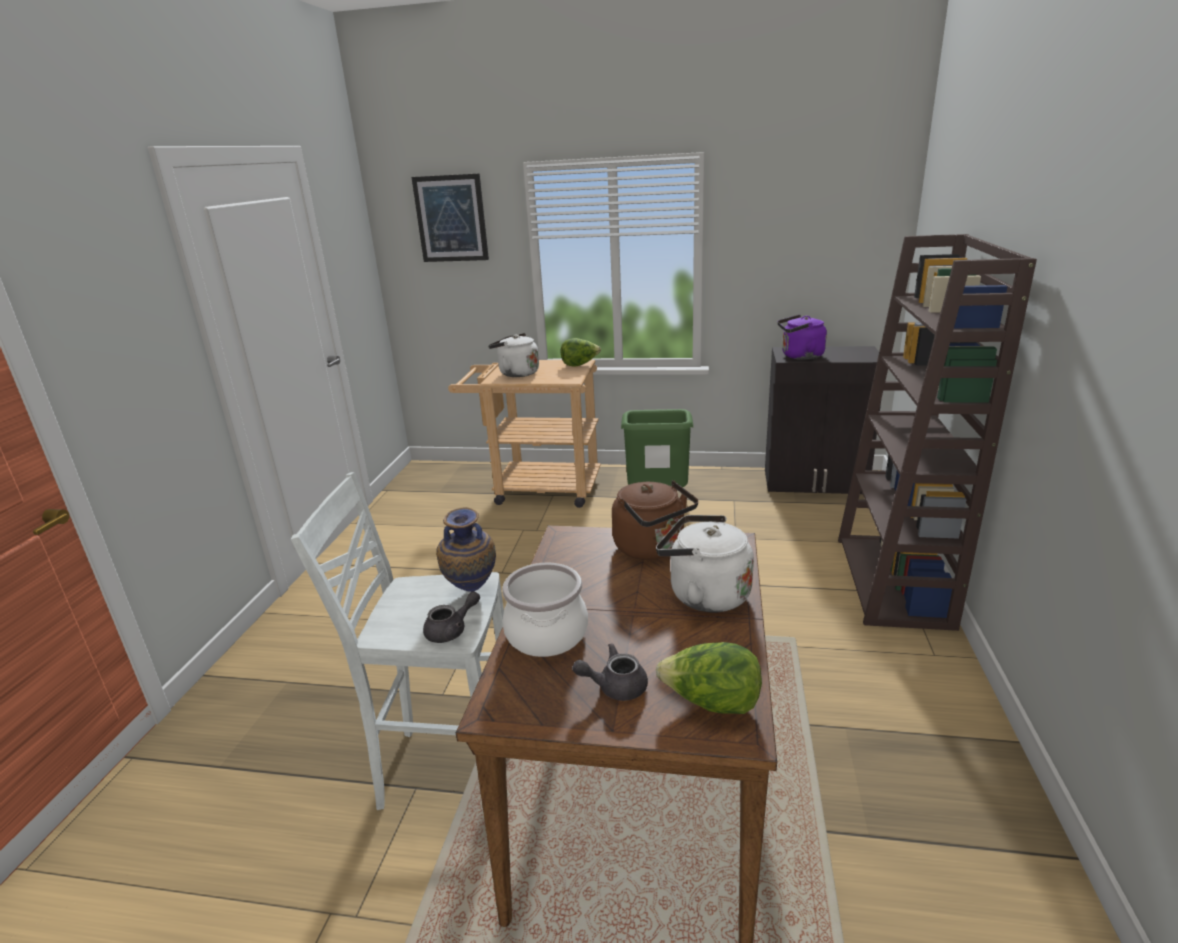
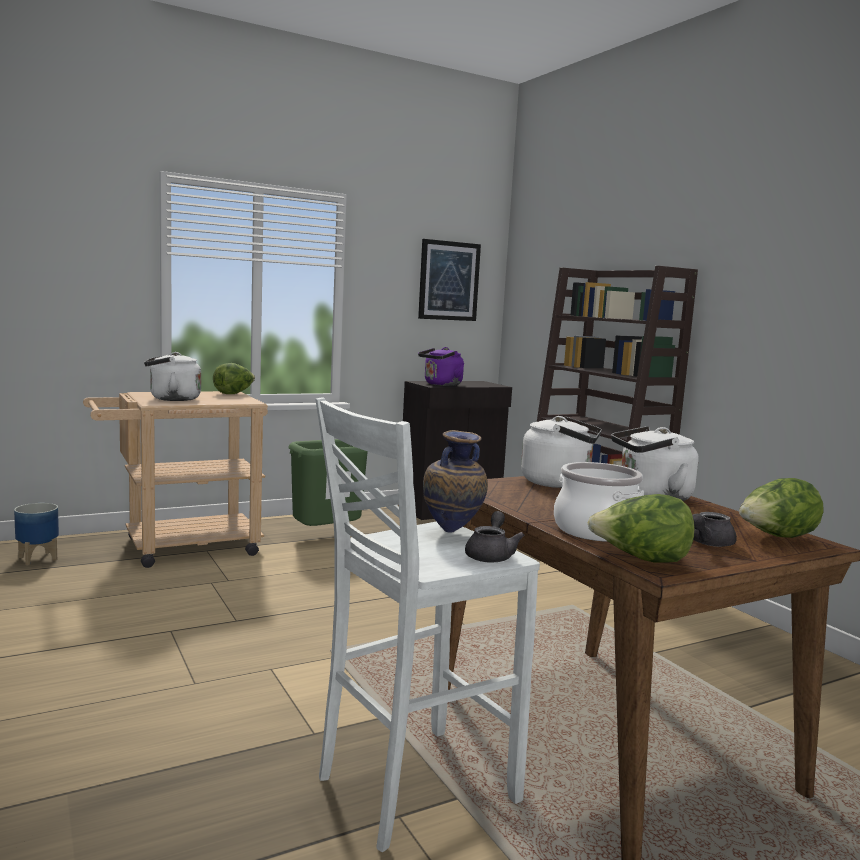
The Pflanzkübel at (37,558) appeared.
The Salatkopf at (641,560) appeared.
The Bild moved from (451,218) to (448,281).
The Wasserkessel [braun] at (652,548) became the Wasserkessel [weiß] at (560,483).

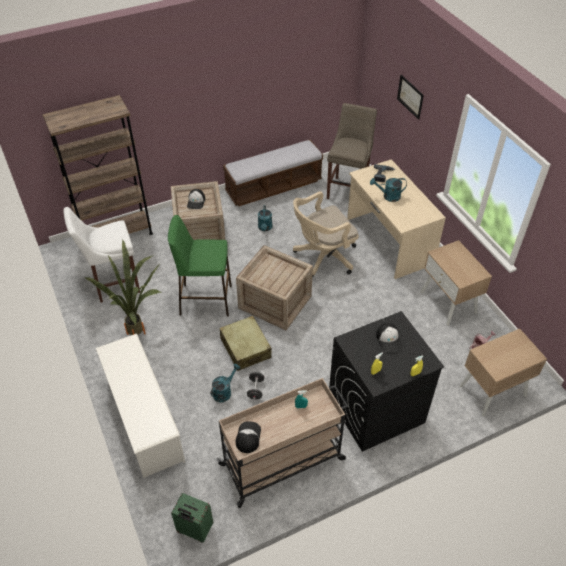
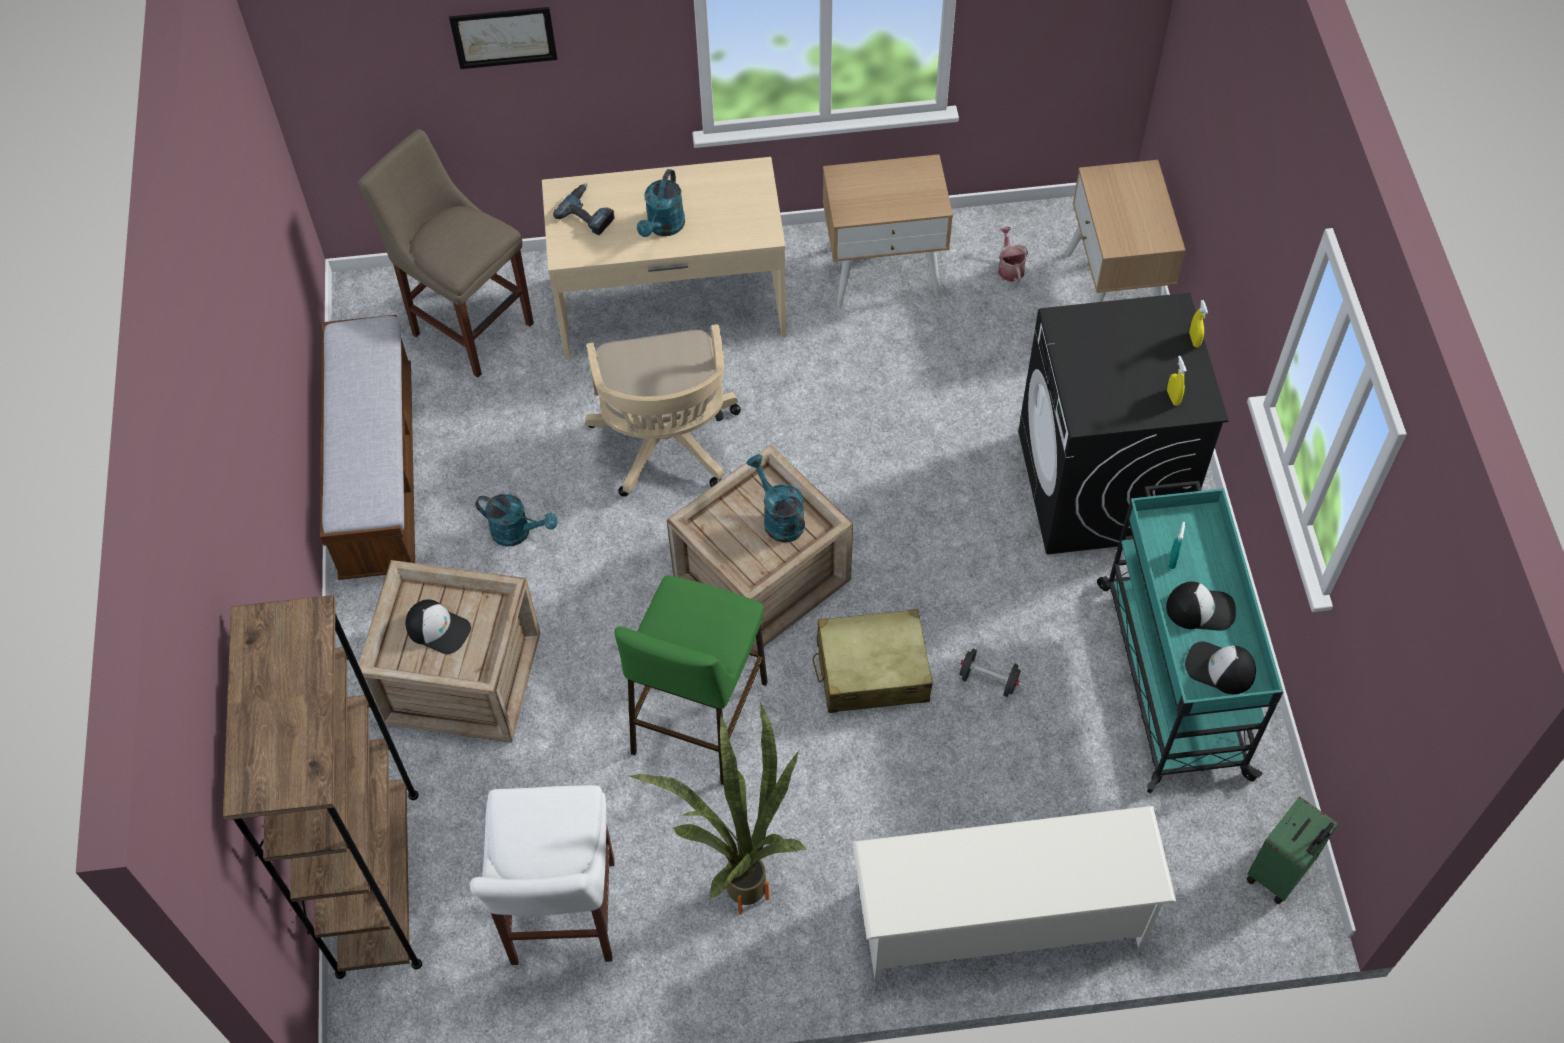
The Gießkanne [türkis] moved from (224,391) to (779,518).
The Kappe moved from (389,340) to (1200,609).
The Rollwagen [beige] at (283,461) became the Rollwagen [türkis] at (1172,676).

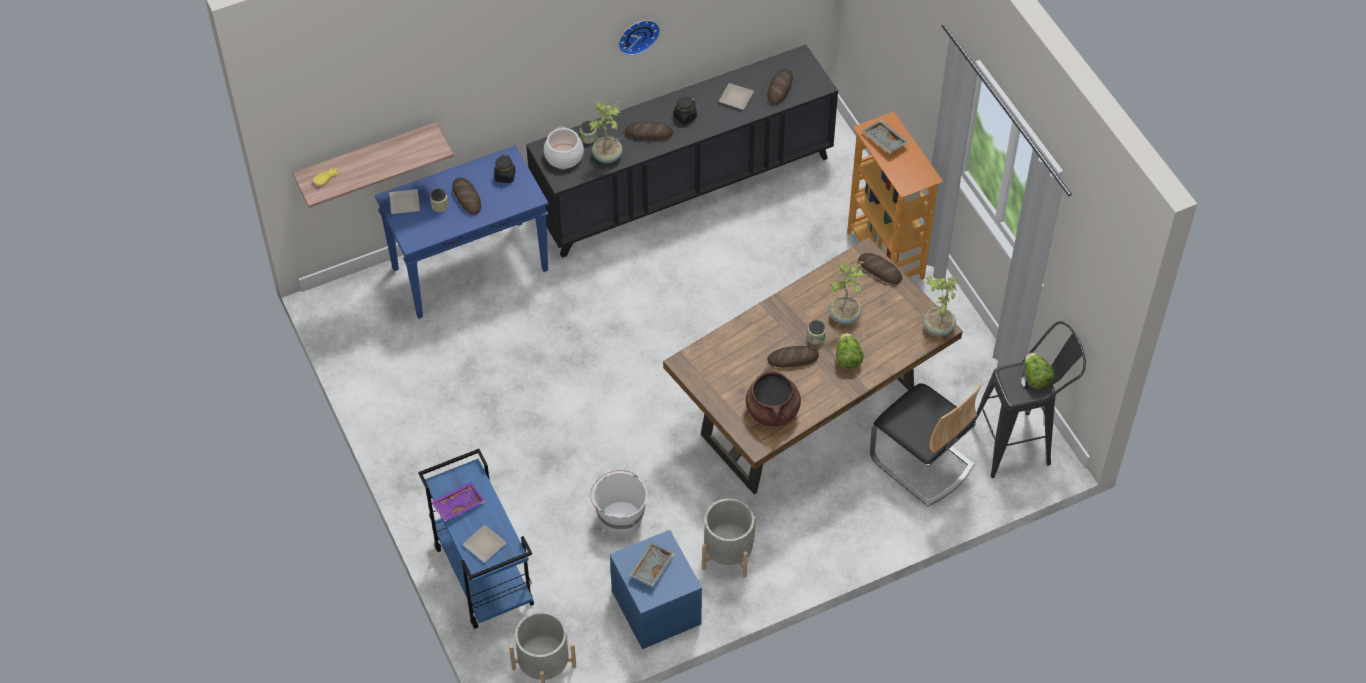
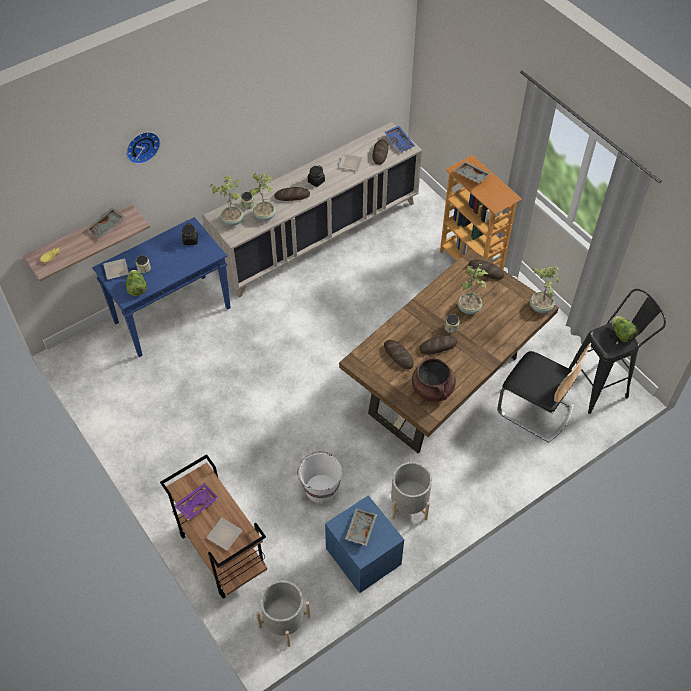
The Tablett [grau] at (107,227) appeared.
The Tablett [blau] at (400,142) appeared.
The Brot moved from (467,198) to (398,355).
The Wanduhr moved from (637,34) to (141,146).
The Salatkopf moved from (847,358) to (137,288).
The Kochtopf at (564,156) was replaced by the Topfpflanze at (232,220).
The Rollwagen [blau] at (482,575) became the Rollwagen [braun] at (221,552).
The Schrank [schwarz] at (683,187) became the Schrank [beige] at (317,236).

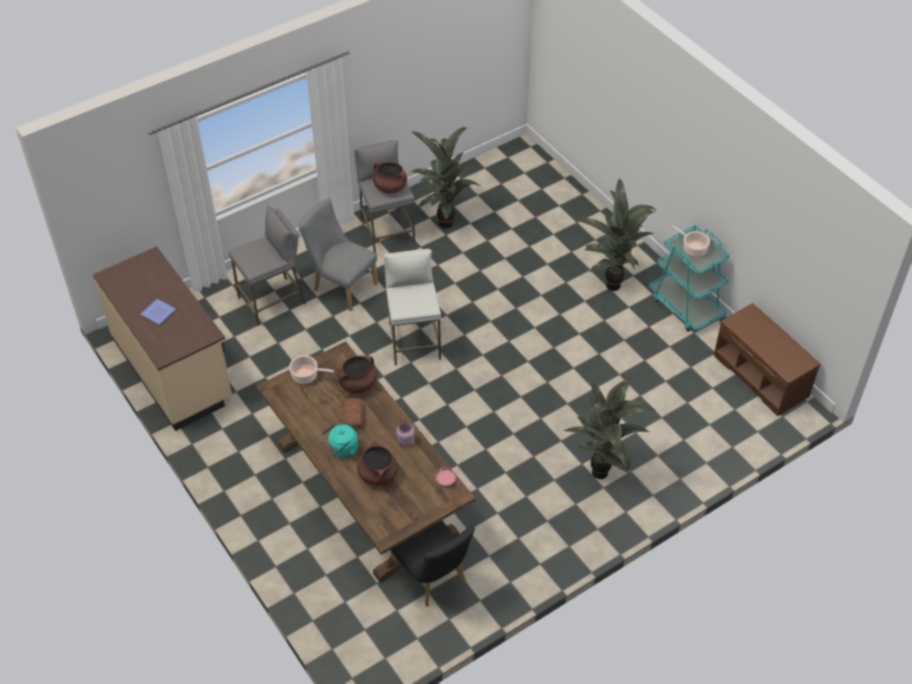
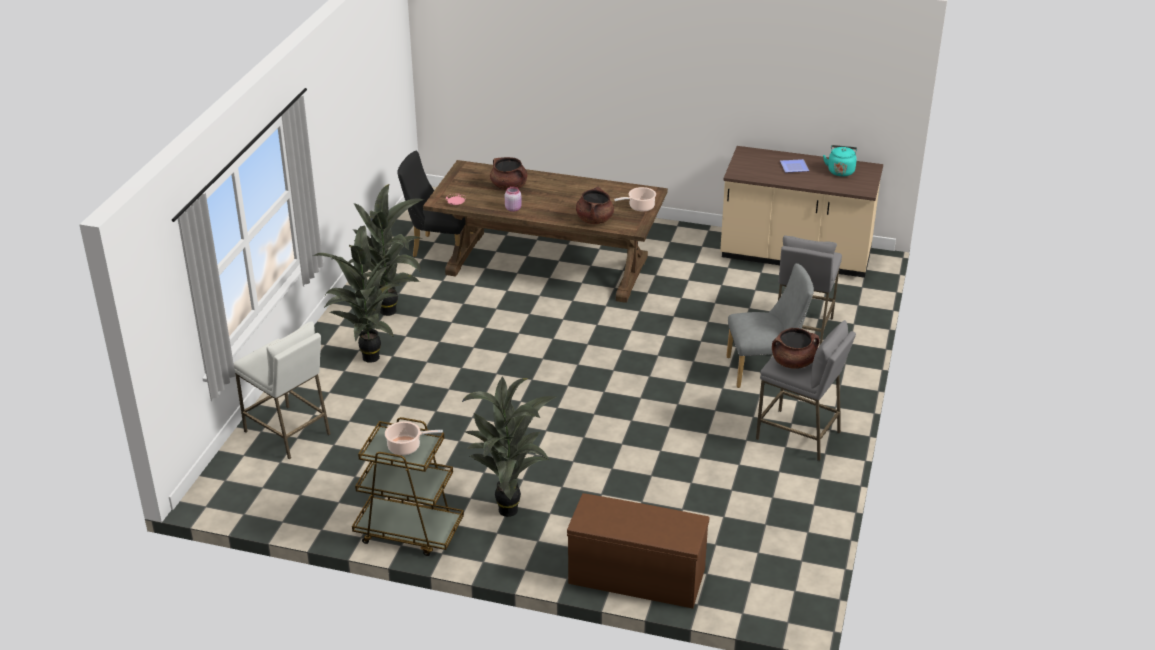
The Brot at (352,417) disappeared.
The Wasserkessel [türkis] moved from (342,450) to (840,171).
The Hocker [weiß] moved from (414,341) to (288,433).
The Topfpflanze moved from (442,222) to (392,310).
The Bank [braun] moved from (762,376) to (635,576).
The Rollwagen [türkis] at (685,306) became the Rollwagen [braun] at (408,531).

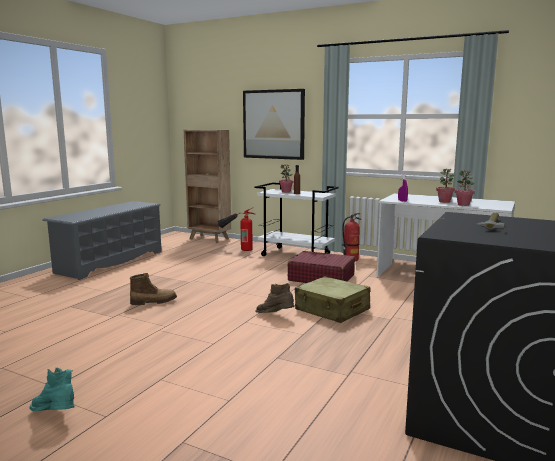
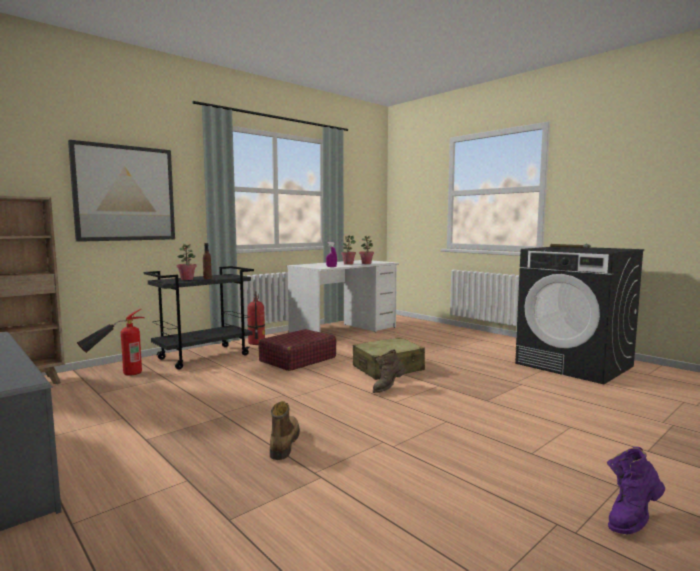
The Stiefel [türkis] at (56,416) became the Stiefel [lila] at (632,519).
The Rollwagen [weiß] at (296,255) became the Rollwagen [schwarz] at (204,356).

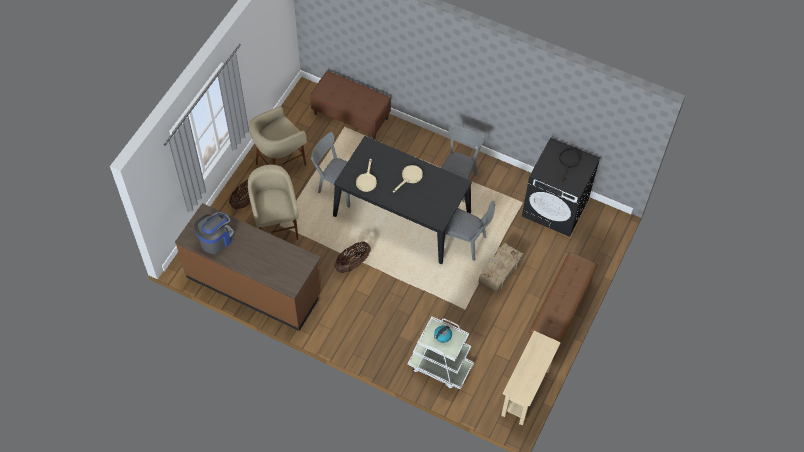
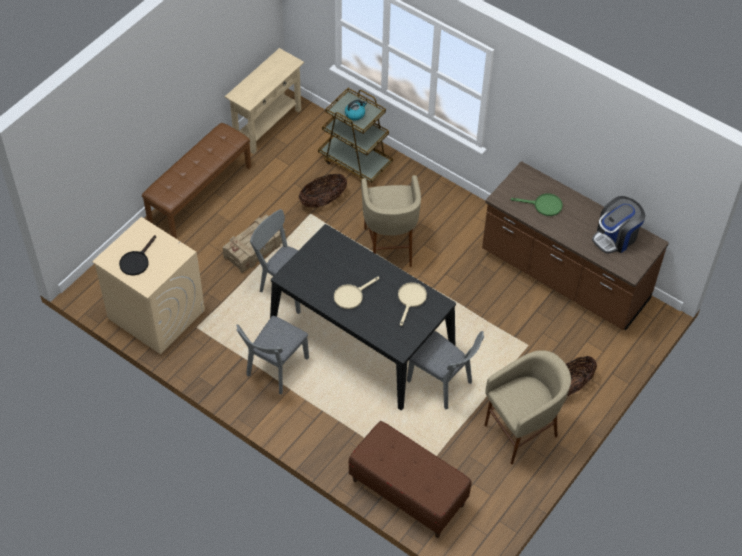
The Pfanne [grün] at (543,205) appeared.
The Hocker [beige] moved from (276,226) to (389,247).
The Korb moved from (352,264) to (323,200).
The Rollwagen [weiß] at (440,366) became the Rollwagen [braun] at (355,161).
The Waschmaschine [schwarz] at (555,208) became the Waschmaschine [beige] at (155,314).

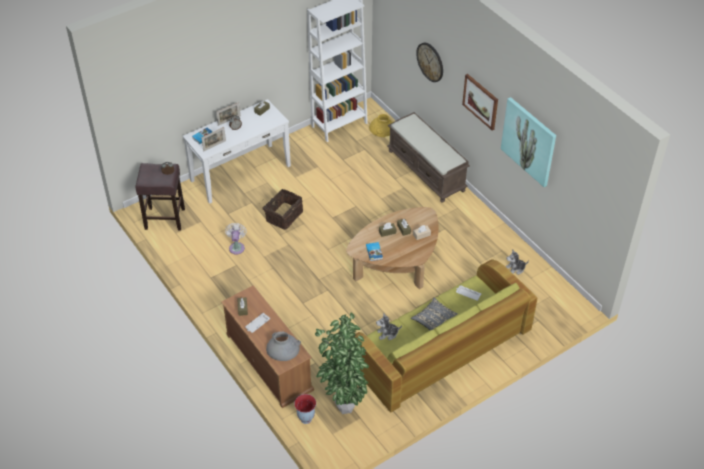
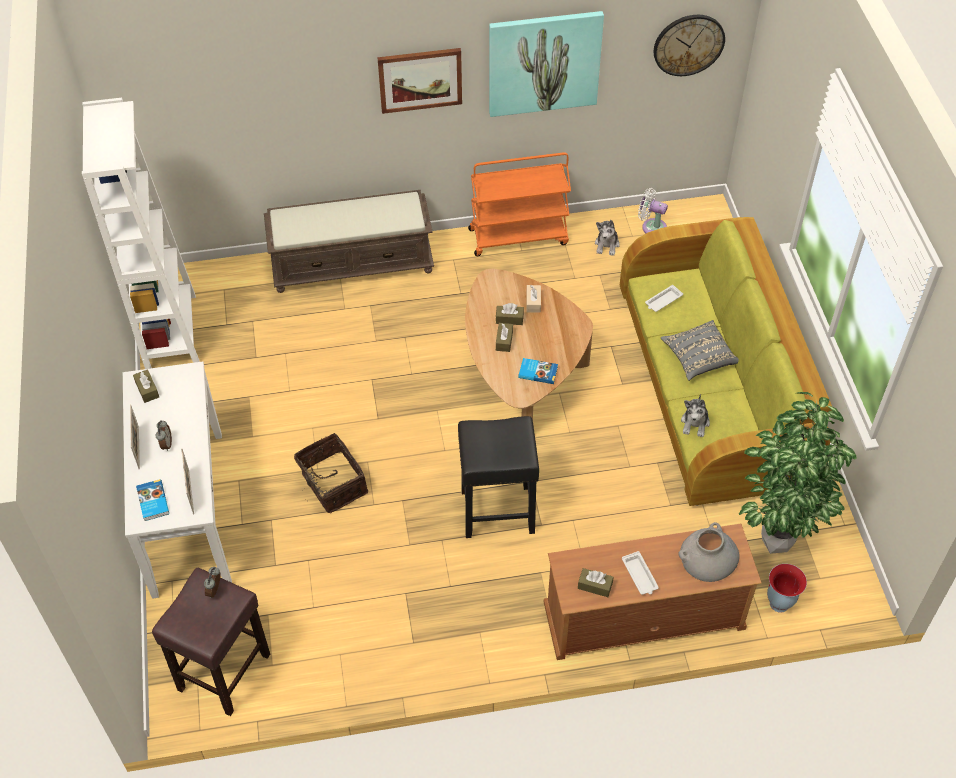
The Vase [gelb] at (382,128) disappeared.
The Hocker [schwarz] at (496,512) appeared.
The Rollwagen [orange] at (519,236) appeared.
The Ventilator [weiß] moved from (237,247) to (651,227).
The Wanduhr moved from (430,62) to (688,44).

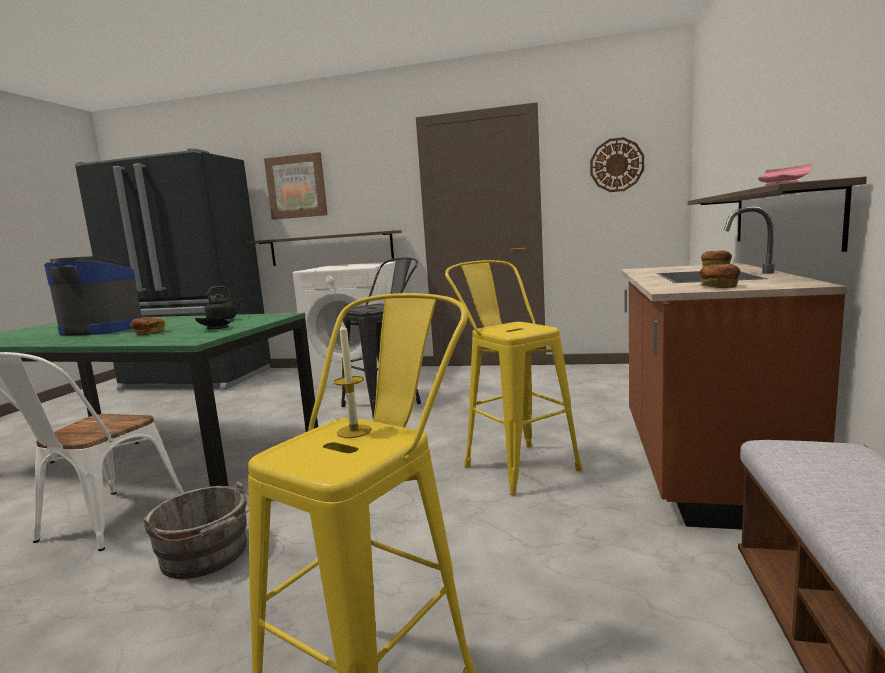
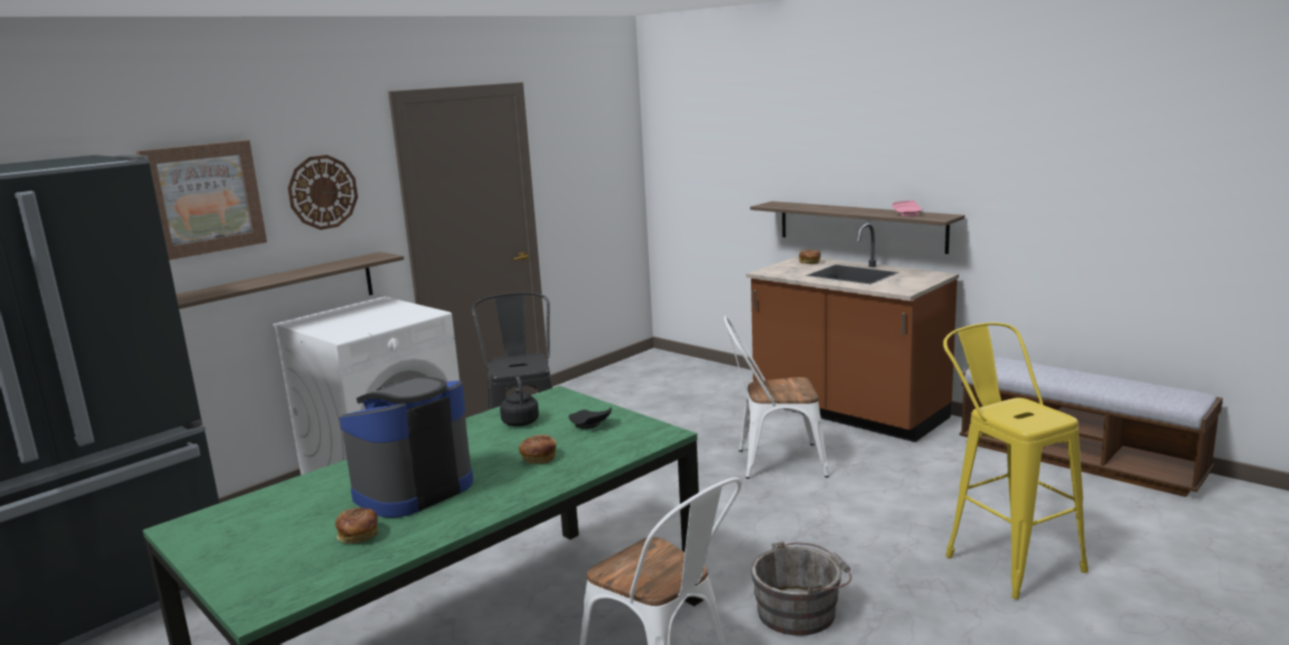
The Kerze at (354,431) disappeared.
The Wanduhr moved from (616,165) to (322,192).
The Brot moved from (718,286) to (358,536).
The Hocker [gelb] at (514,464) was replaced by the Stuhl [weiß] at (773,462).

